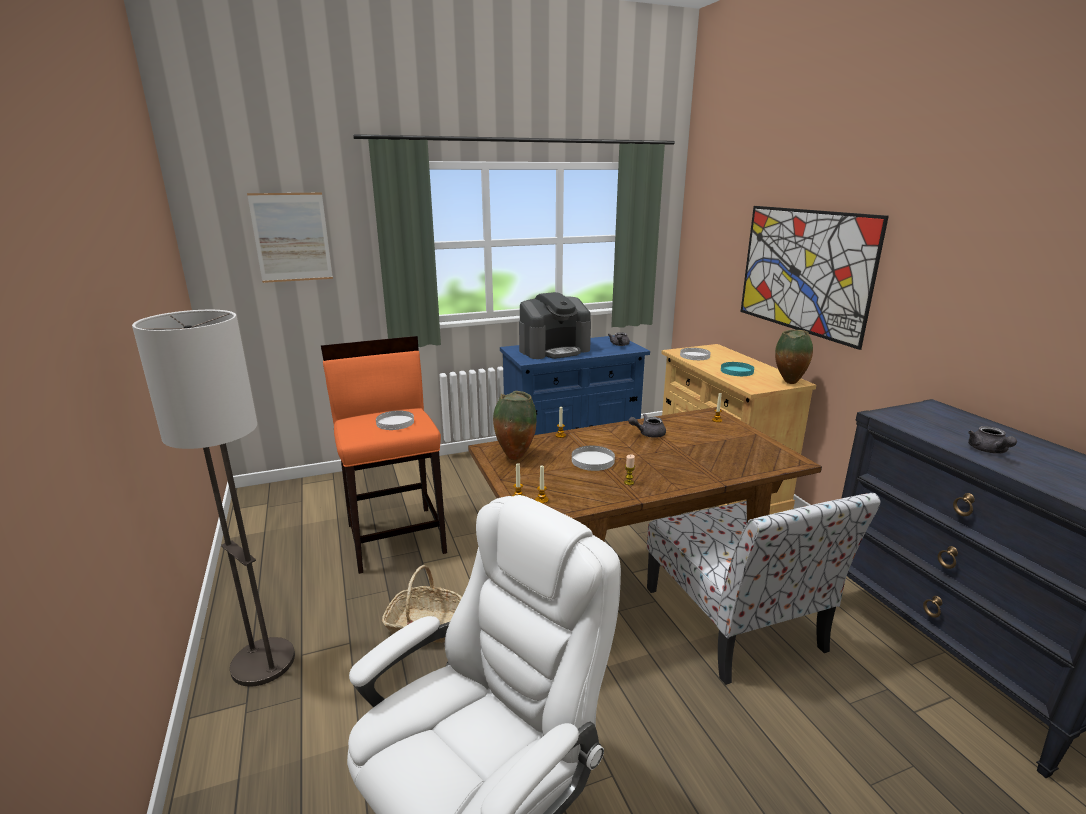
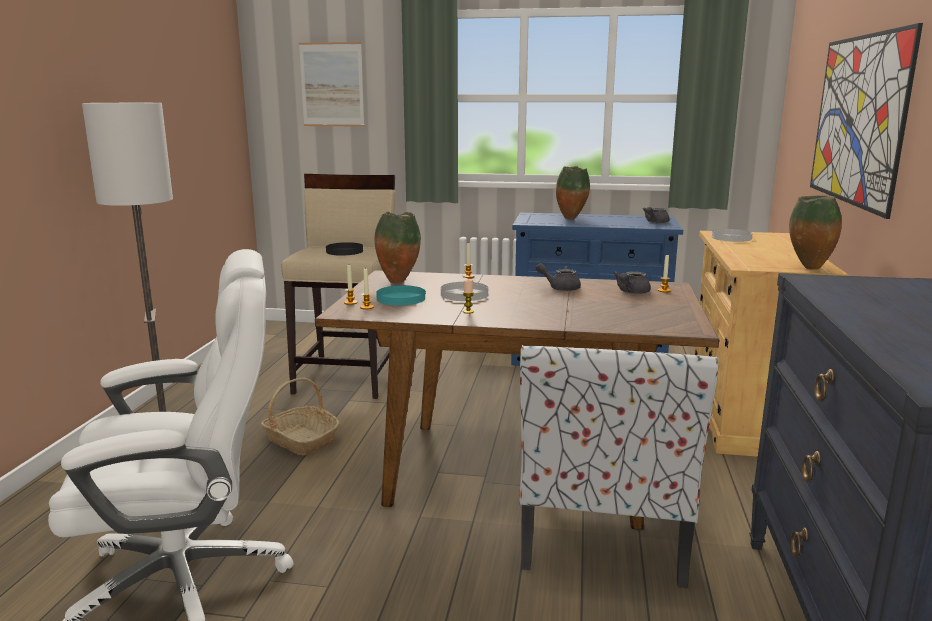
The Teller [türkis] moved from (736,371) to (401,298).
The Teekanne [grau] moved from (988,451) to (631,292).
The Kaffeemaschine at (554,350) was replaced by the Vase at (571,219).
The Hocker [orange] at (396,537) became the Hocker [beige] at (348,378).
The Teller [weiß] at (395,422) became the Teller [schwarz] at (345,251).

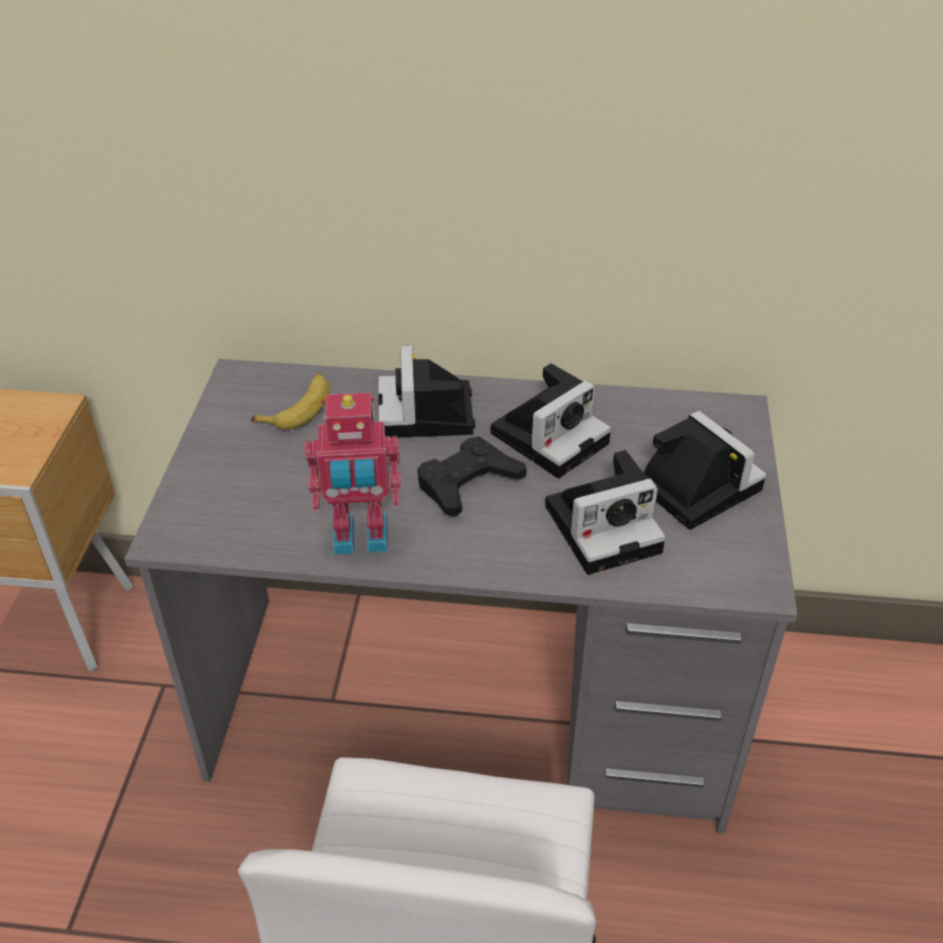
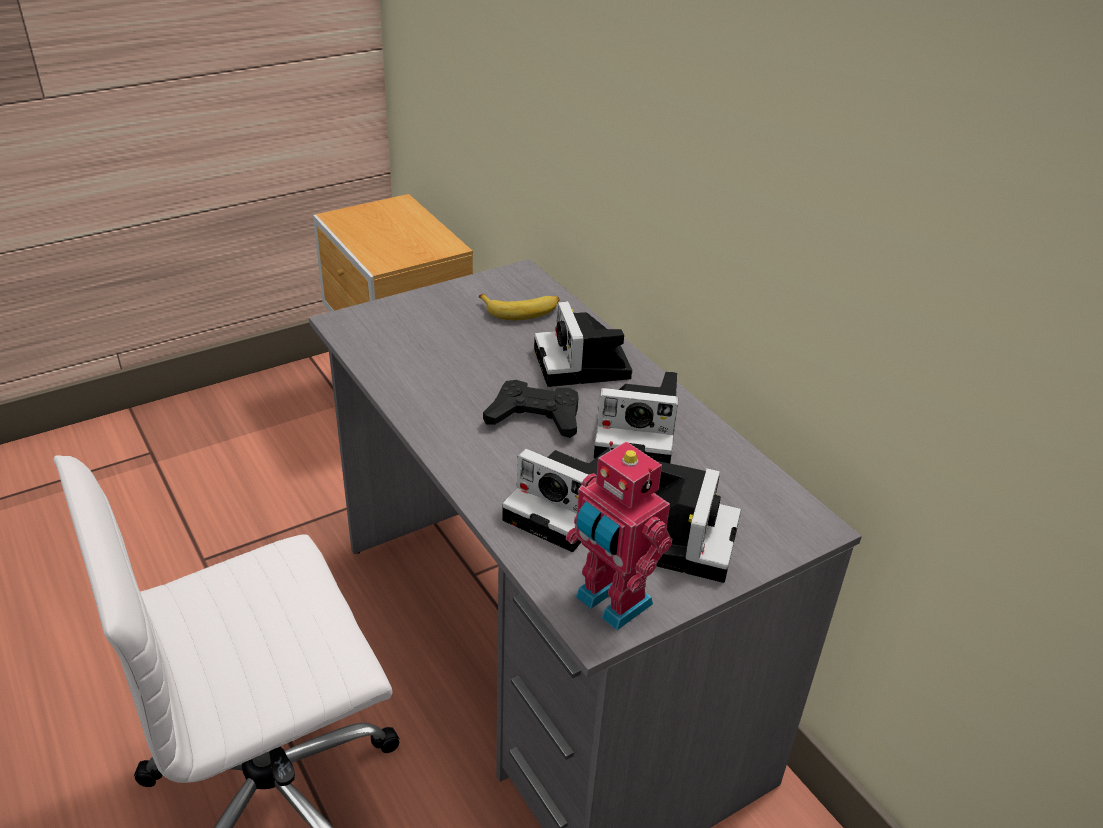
The Spielzeugroboter moved from (360,539) to (610,603).
The Kamera at (427,416) turned 60 degrees counterclockwise.

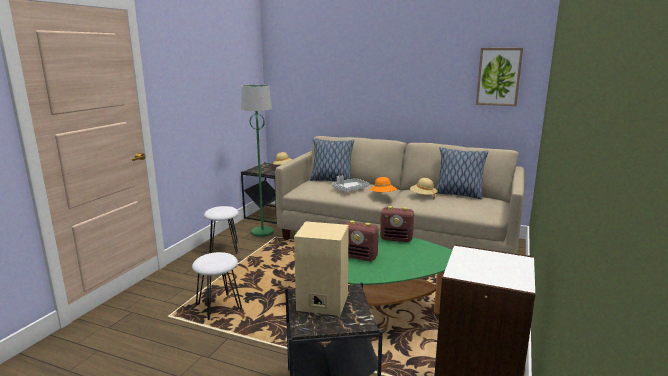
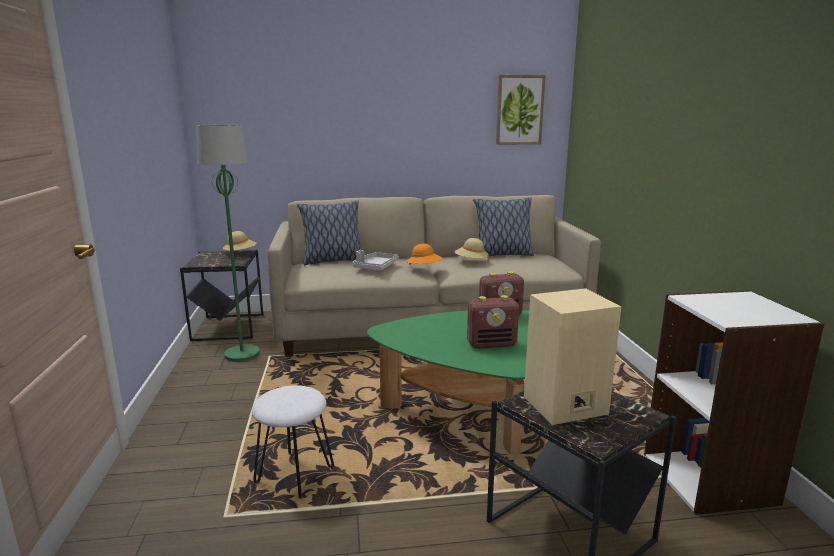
The Hocker [weiß] at (224,249) disappeared.

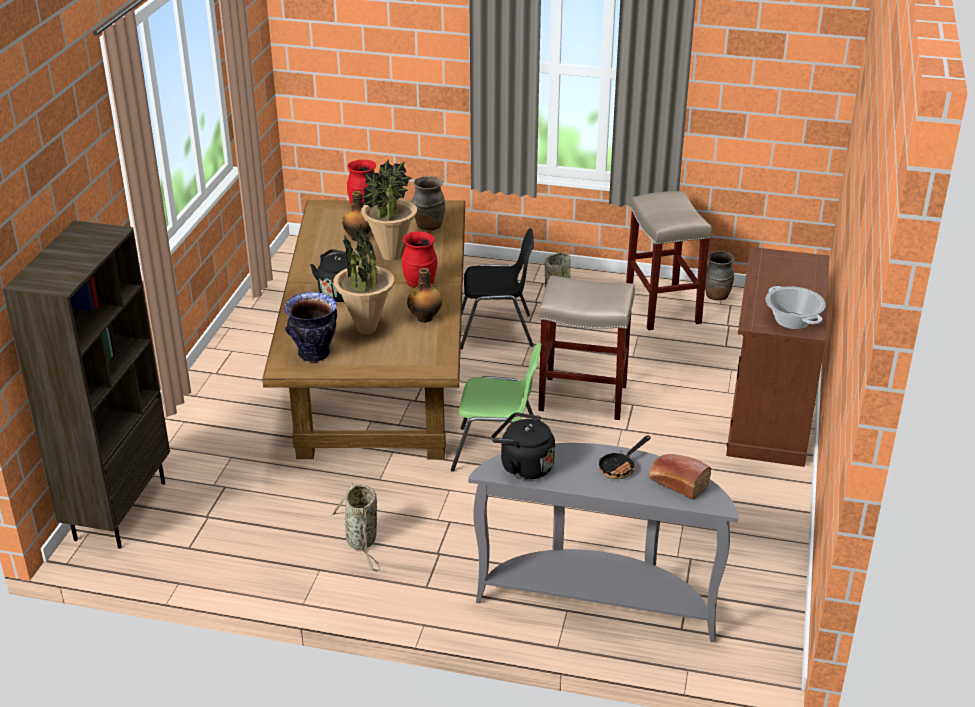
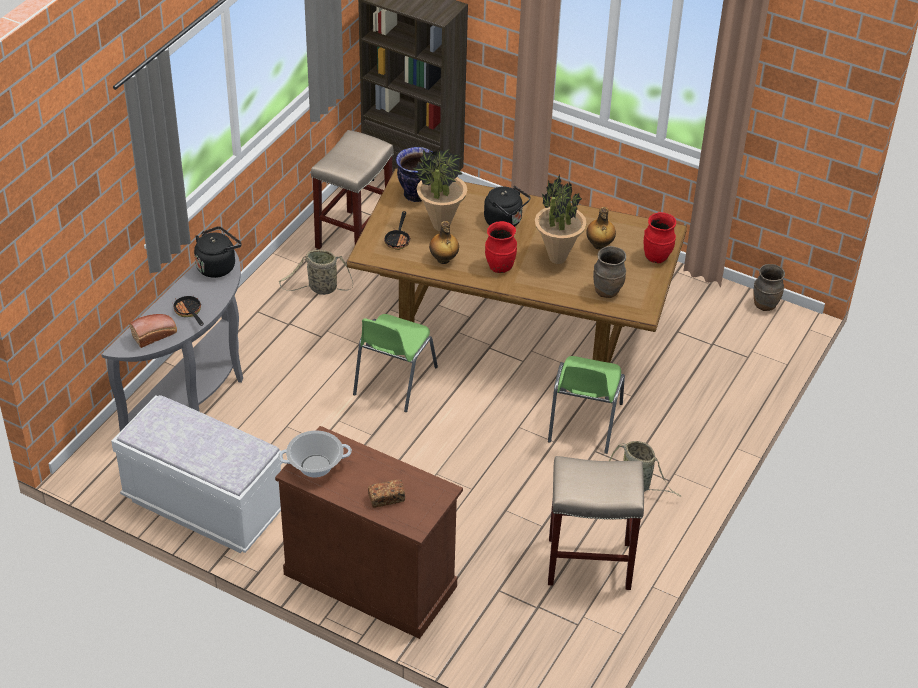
The Bank [weiß] at (204,506) appeared.
The Brot at (386,498) appeared.
The Pfanne at (398,239) appeared.
The Hocker [beige] moved from (581,398) to (354,236).
The Vase [braun] moved from (716,296) to (765,304).
The Stuhl [schwarz] at (497,331) became the Stuhl [grün] at (583,423).

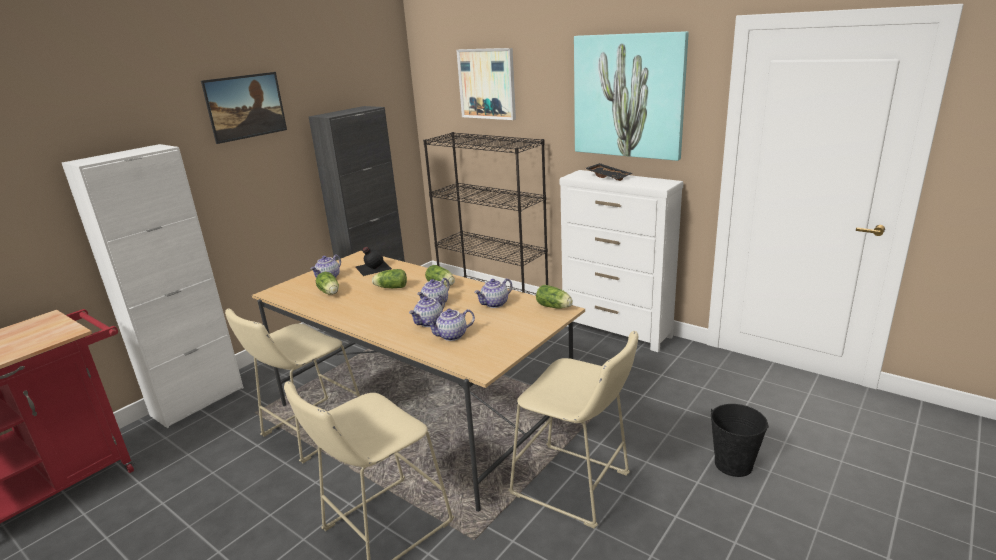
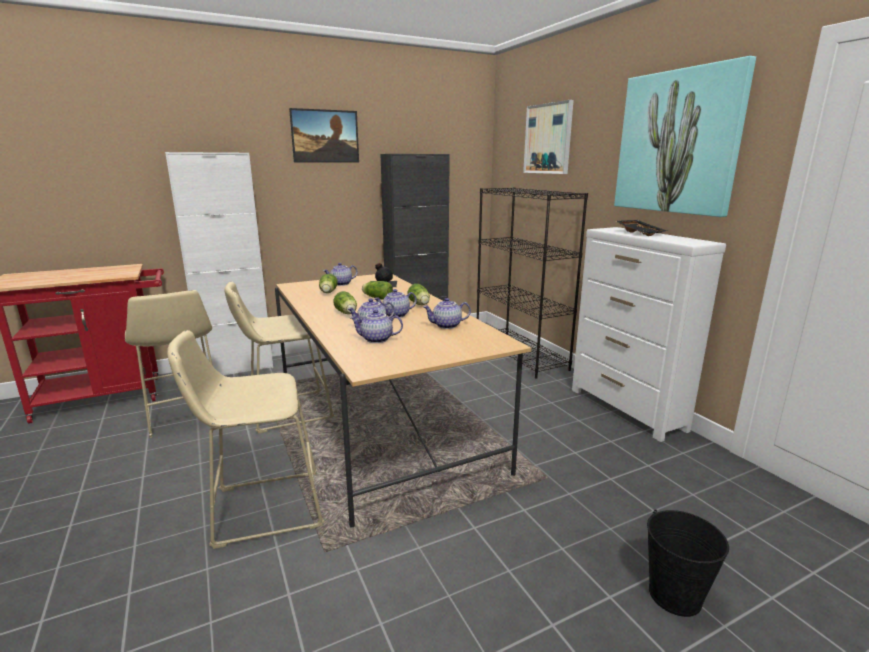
The Hocker [beige] moved from (575,487) to (184,416).
The Salatkopf moved from (555,307) to (346,313).

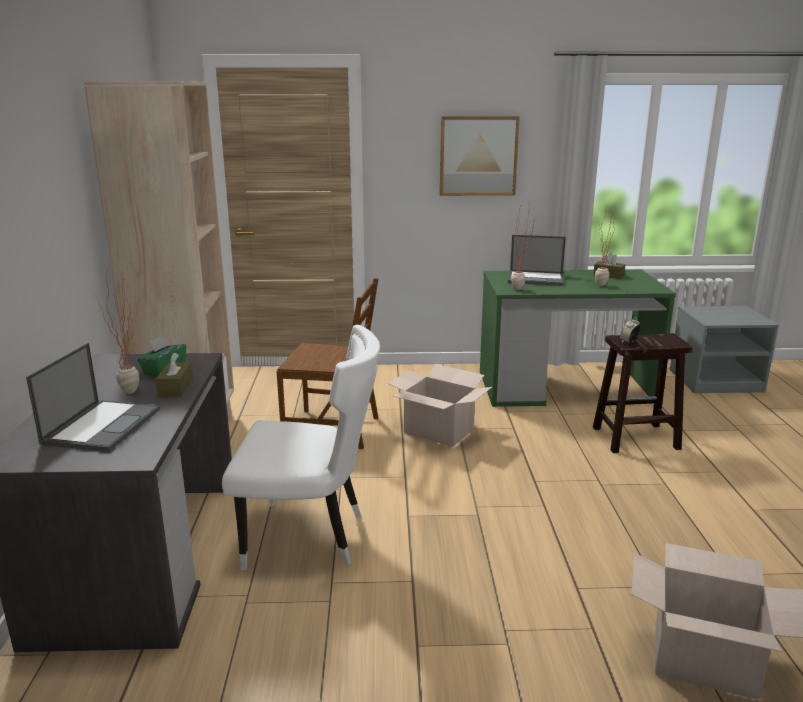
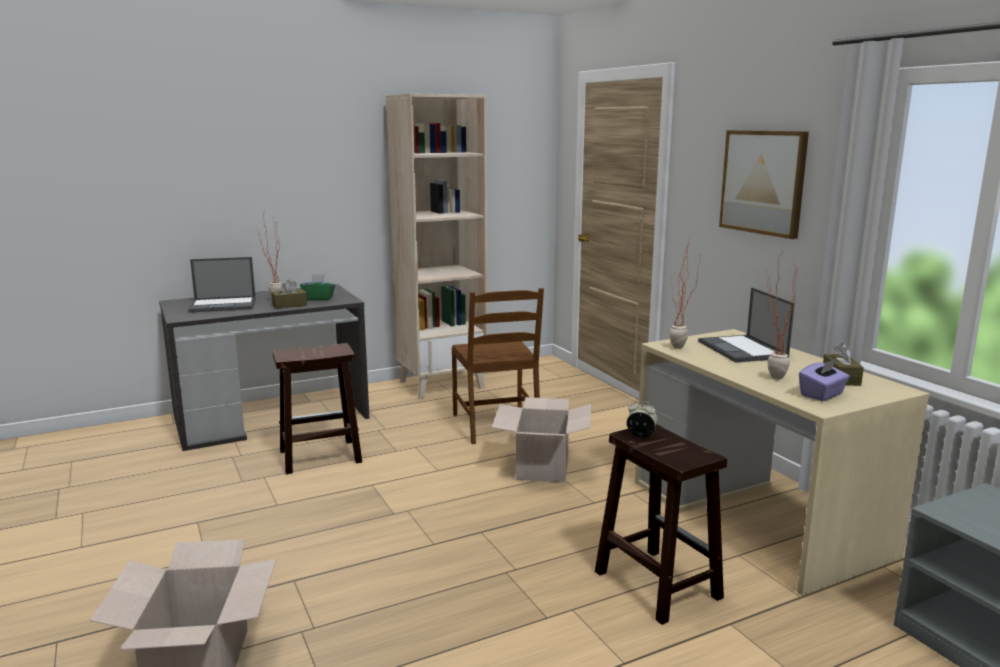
The Taschentuchbox [lila] at (822,395) appeared.
The Stuhl [weiß] at (310,537) was replaced by the Hocker [braun] at (319,457).
The Schreibtisch [grün] at (564,386) became the Schreibtisch [beige] at (757,516).

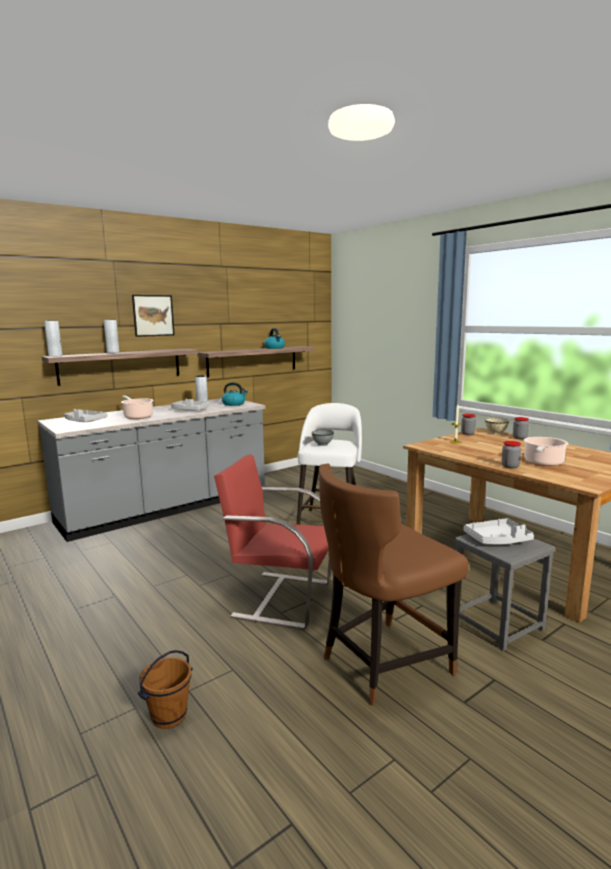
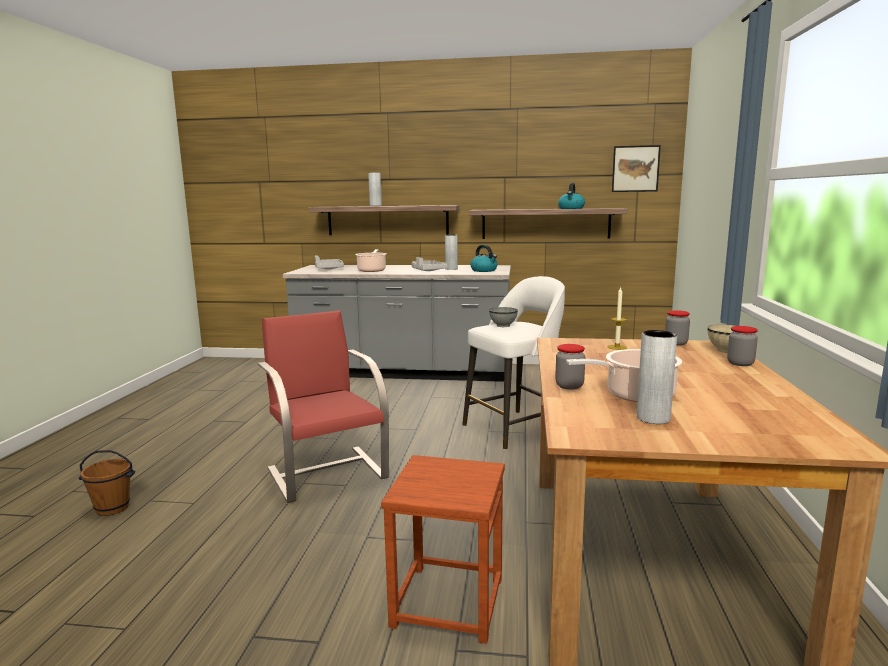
The Stuhl [braun] at (382,663) disappeared.
The Tablett [grau] at (497,540) disappeared.
The Vase [grau] moved from (55,356) to (653,418).
The Bild moved from (153,315) to (635,169).
The Hocker [grau] at (496,623) became the Hocker [braun] at (447,601).

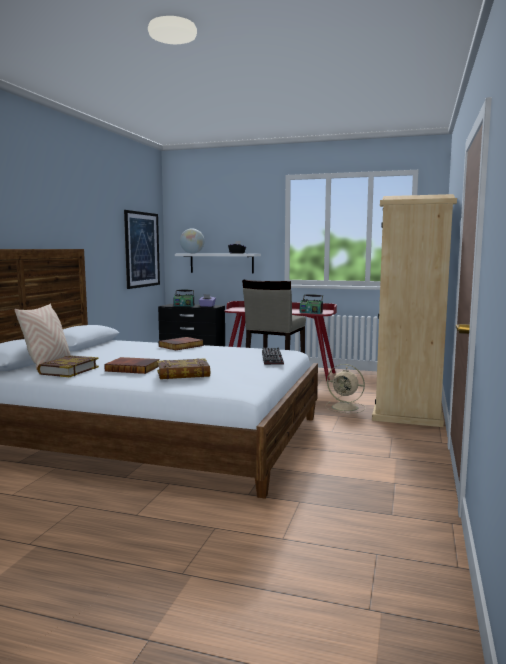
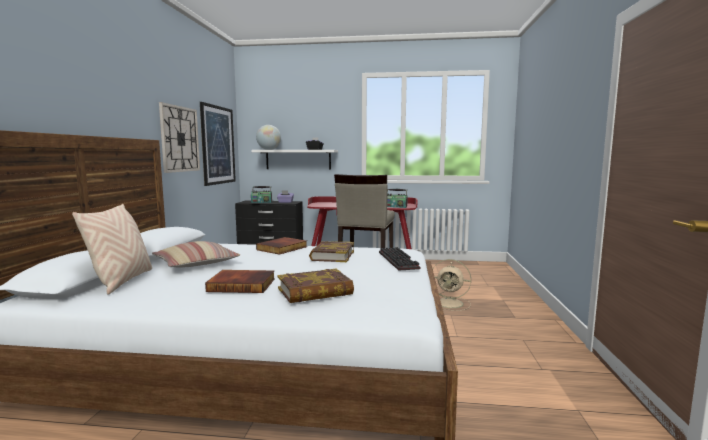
The Kleiderschrank [beige] at (408,399) disappeared.
The Kissen at (196,264) appeared.
The Wanduhr at (179,139) appeared.
The Buch moved from (68,370) to (332,256).

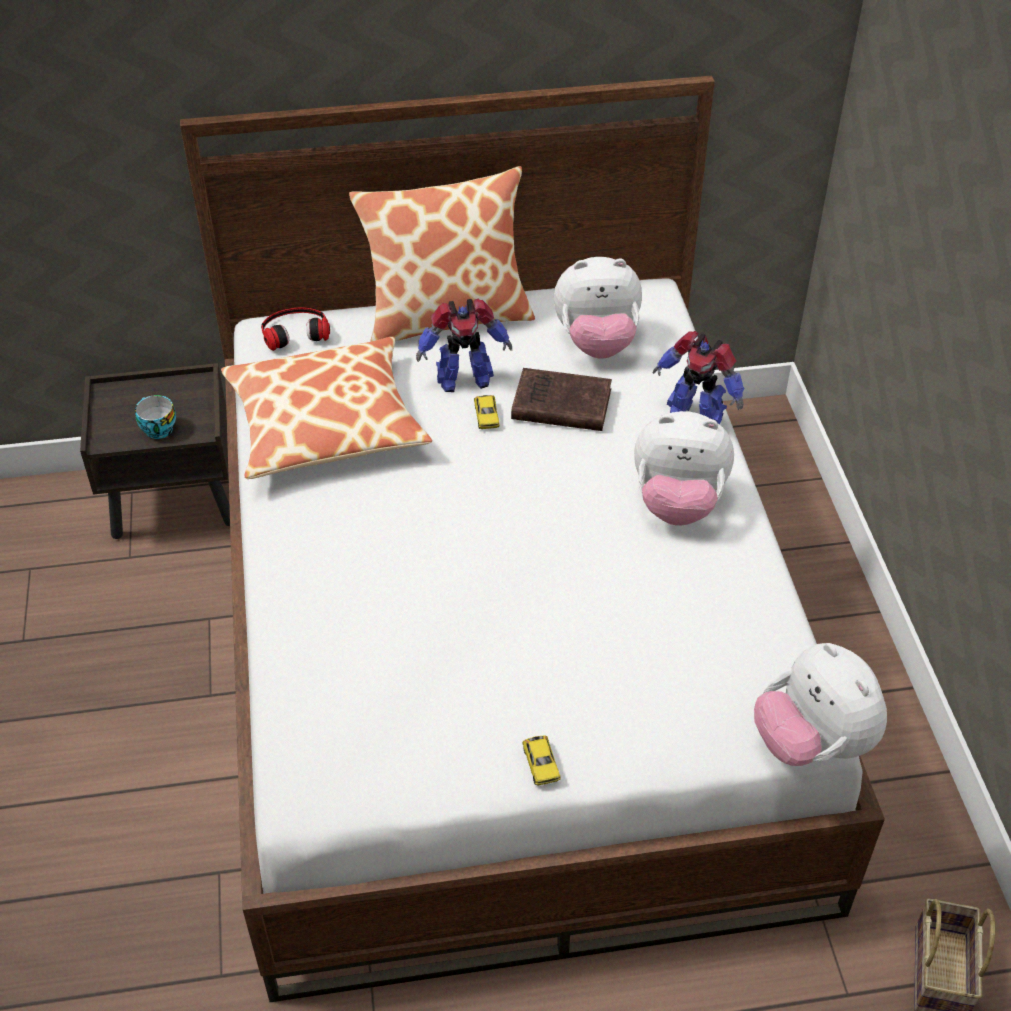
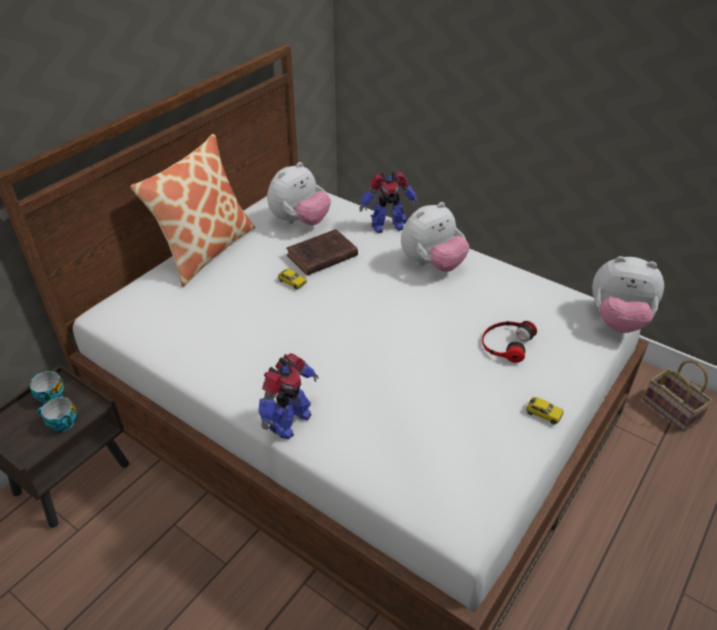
The Kissen at (326,424) disappeared.
The Tasse at (50,396) appeared.
The Kopfhörer moved from (295,331) to (506,343).
The Spielzeugroboter moved from (463,379) to (289,422).

